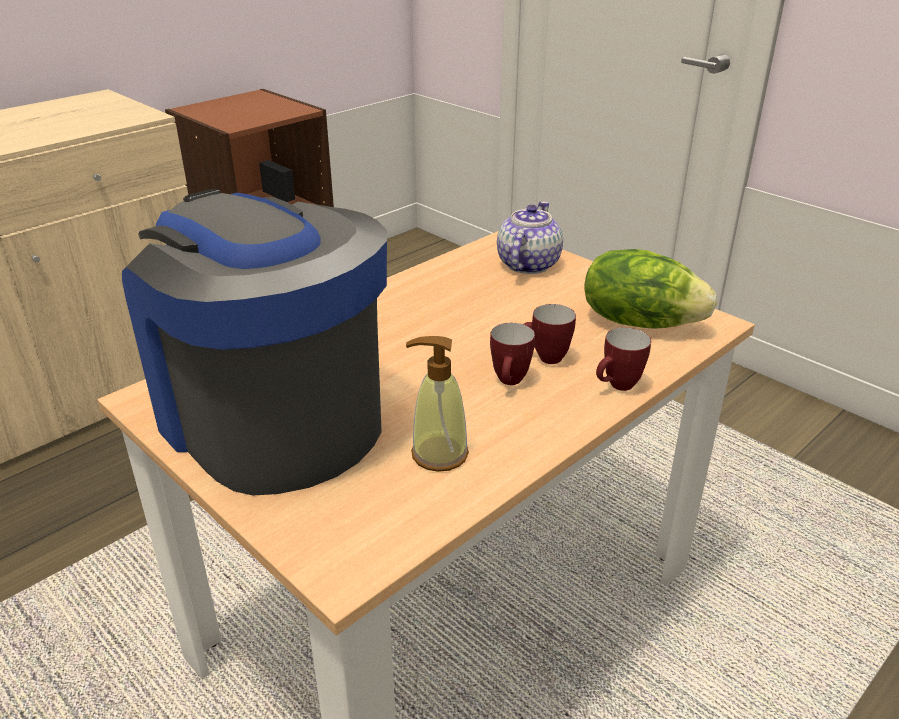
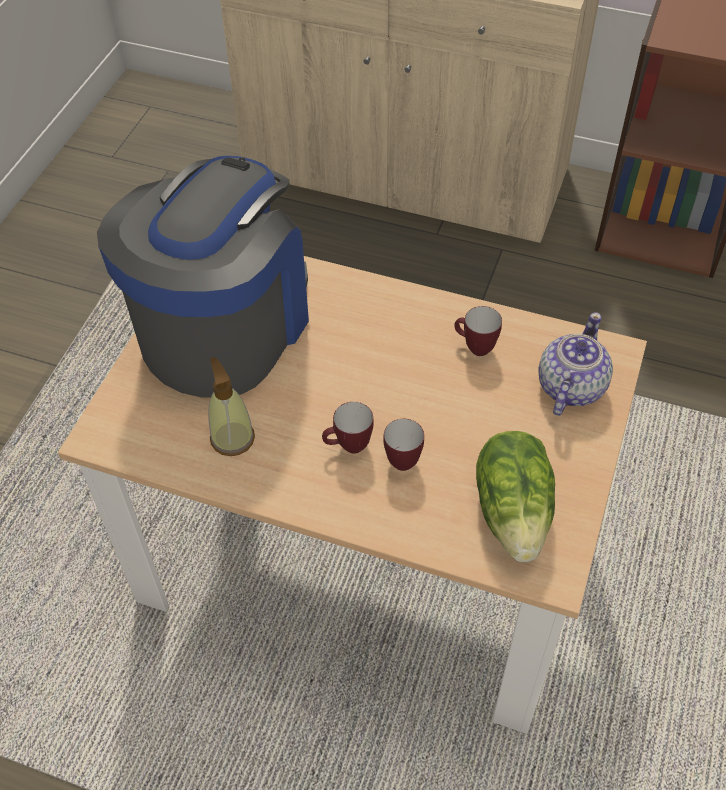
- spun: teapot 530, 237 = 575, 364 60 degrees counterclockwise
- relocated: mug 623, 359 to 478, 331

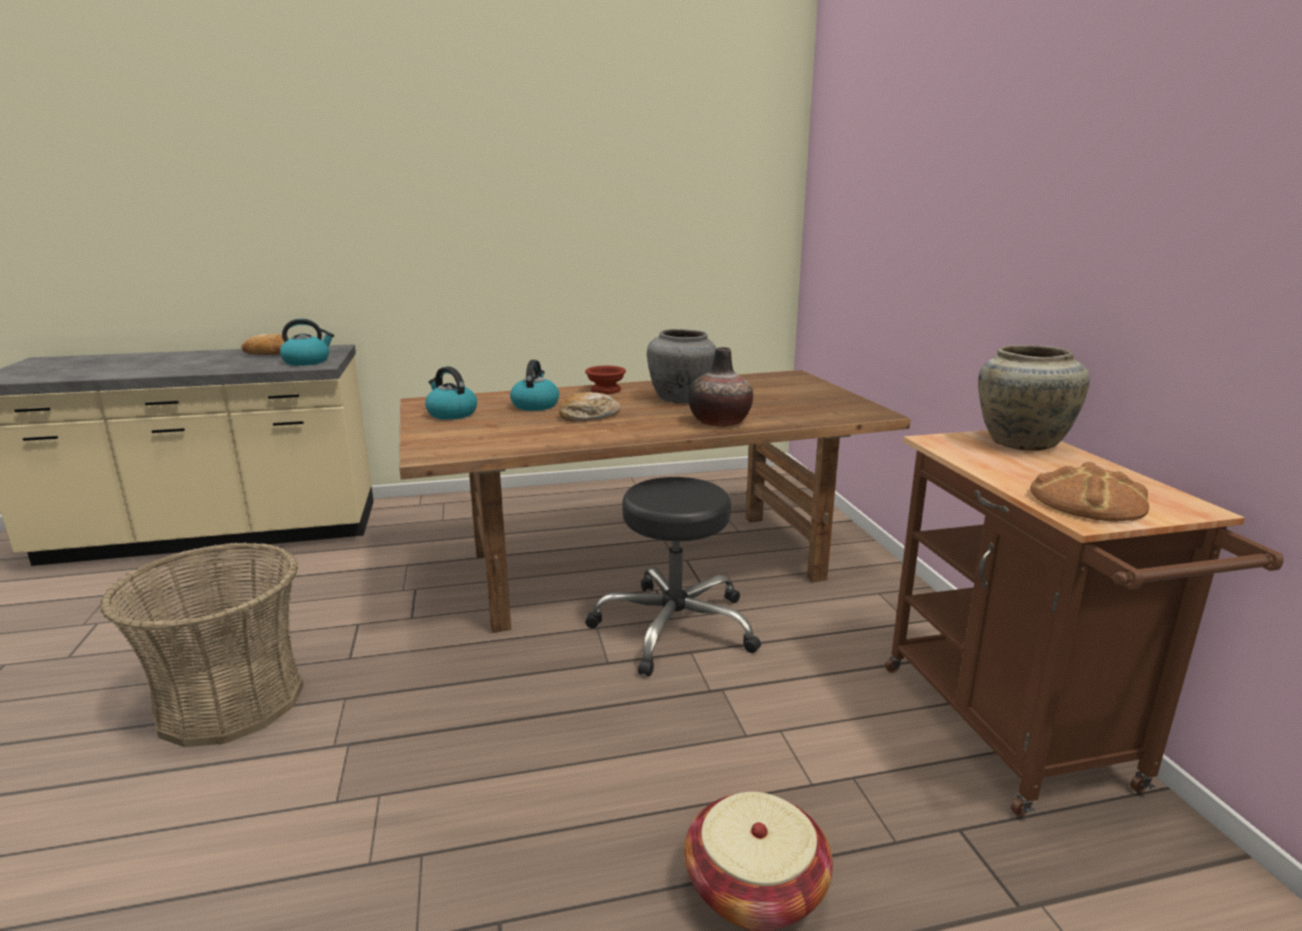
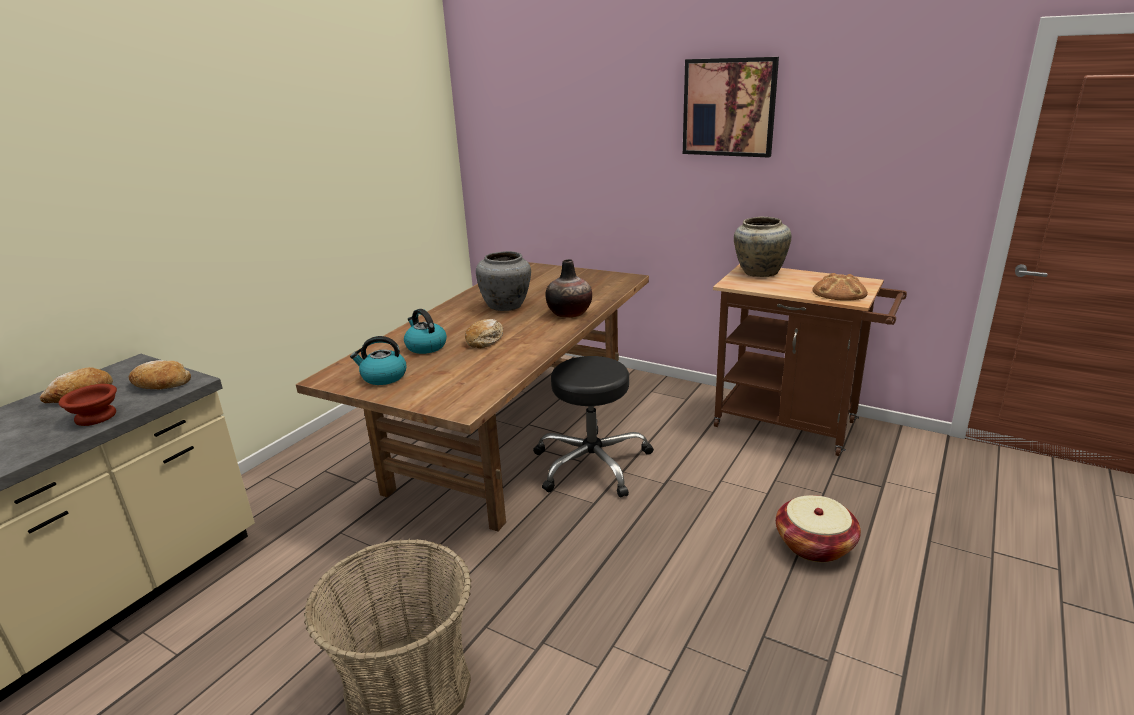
- exchanged: kettle 307, 342 to bakery bread 160, 374
- relocated: brownish serving bowl 605, 380 to 88, 405
- appeared: picture 731, 107

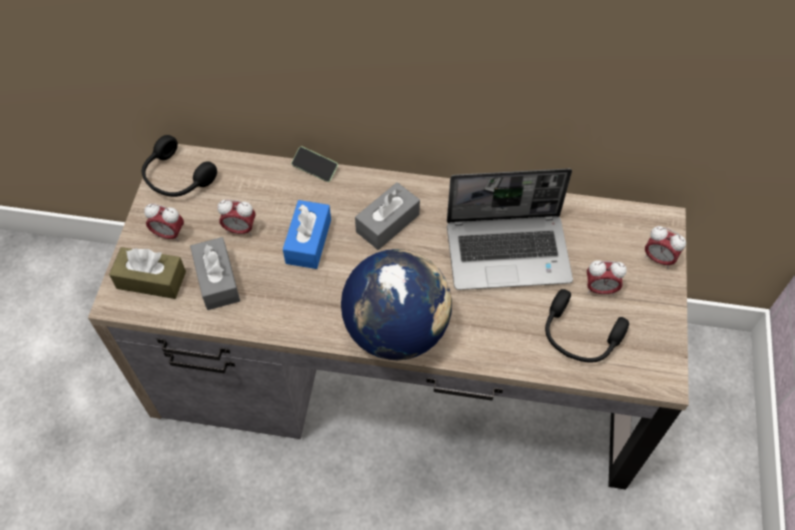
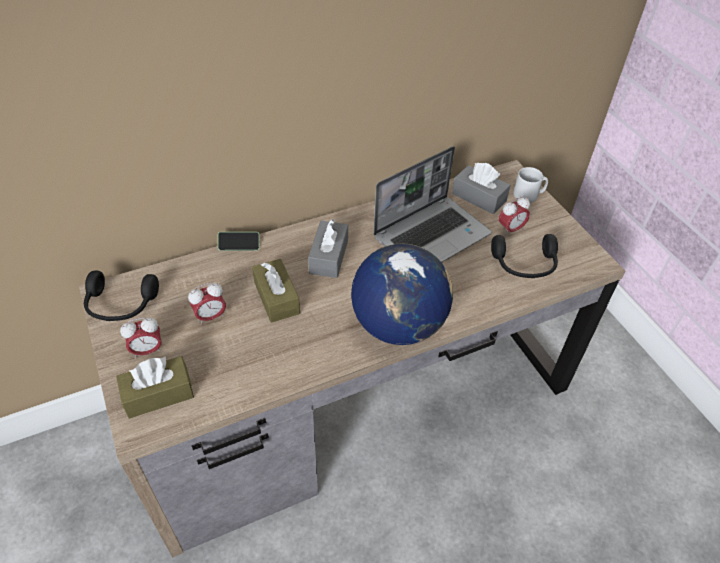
- relocated: greyish tissue box 215, 273 to 481, 188
- colour: blue-coloured tissue box 307, 234 to brownish tissue box 276, 291
- exchanged: alarm clock 665, 247 to greyish mug 531, 185

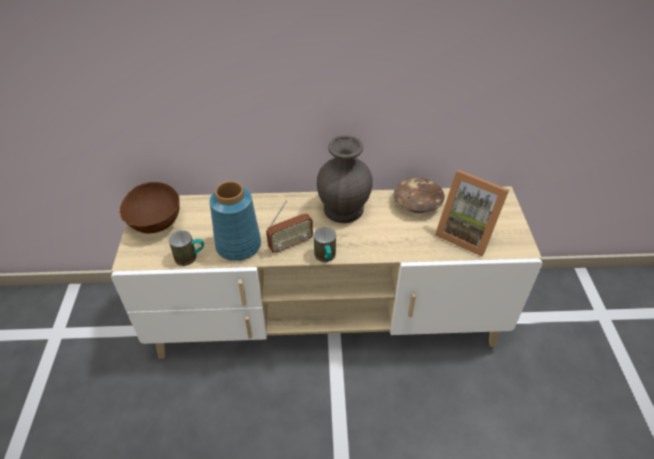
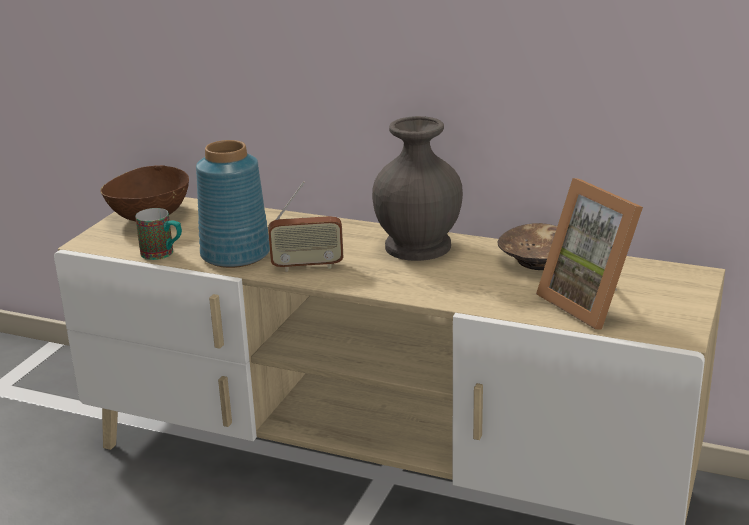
- missing: mug 325, 244

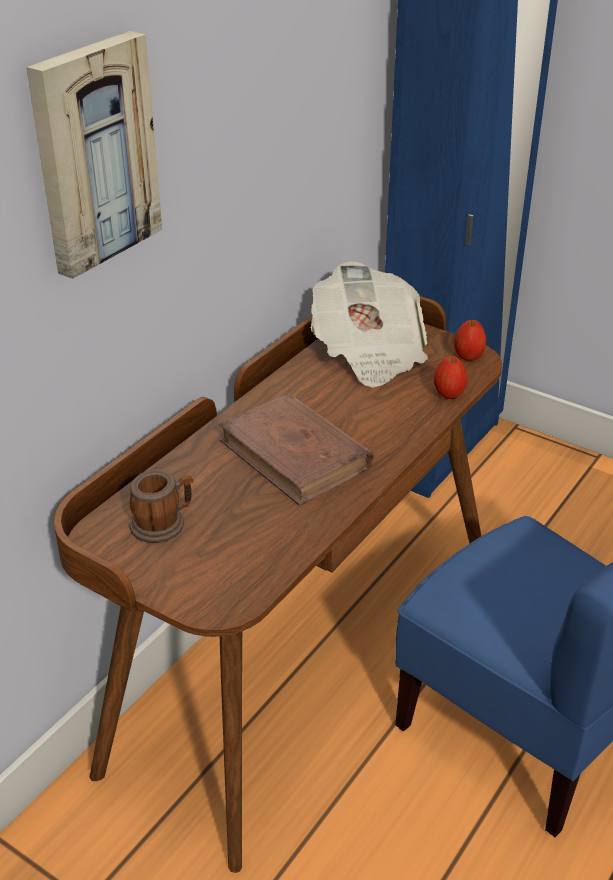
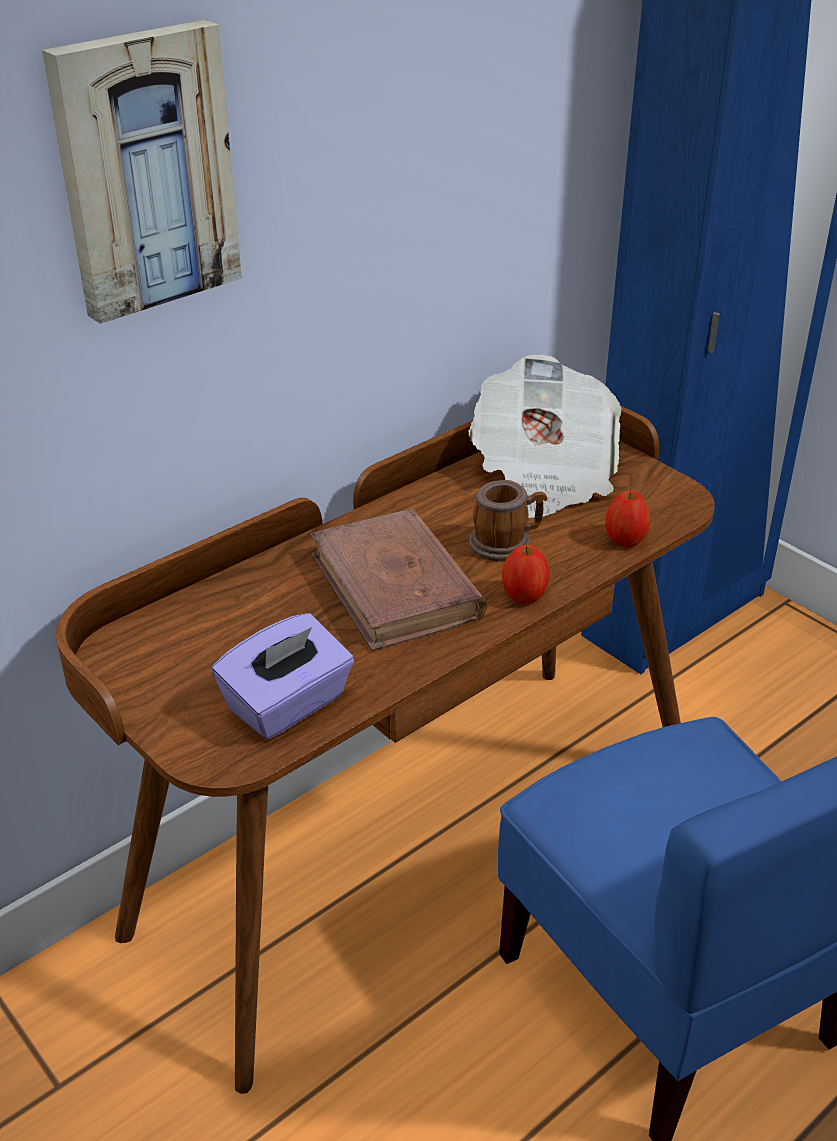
- relocated: mug 161, 506 to 508, 521
- relocated: whole apple 470, 340 to 526, 574
- appeared: purplish tissue box 283, 676

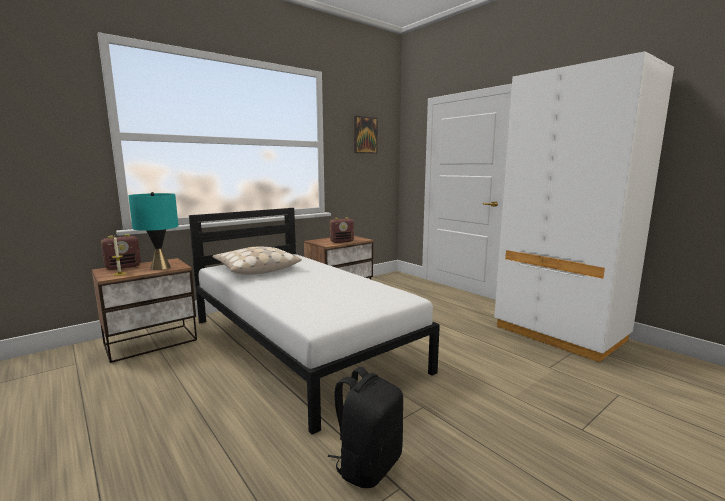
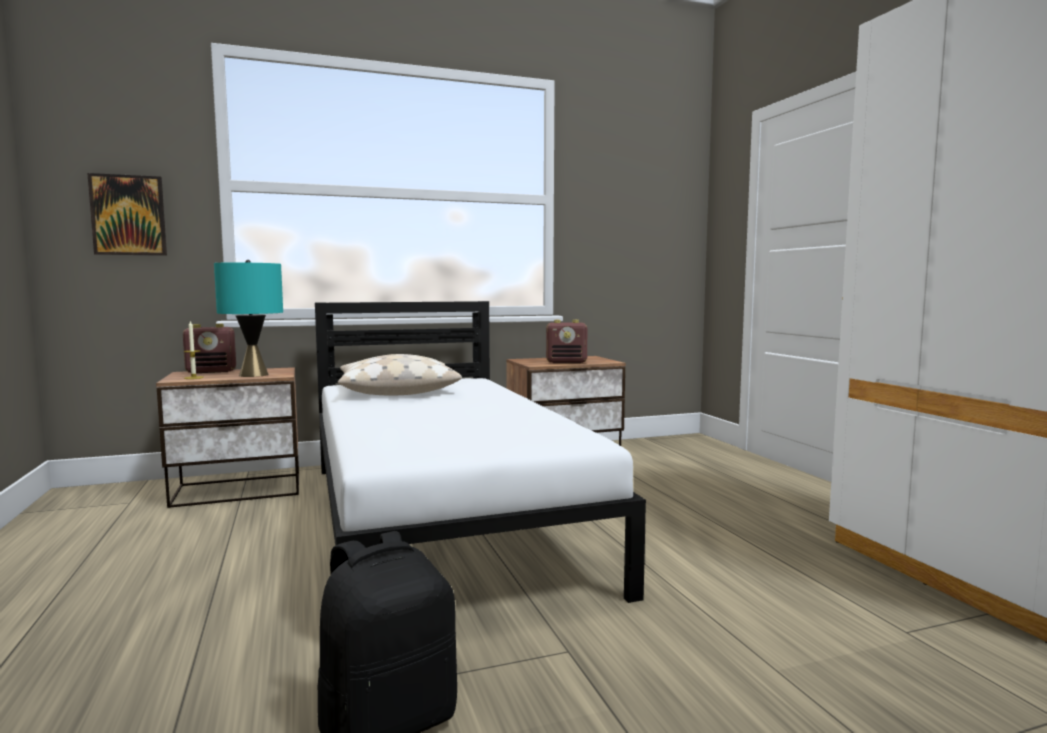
- relocated: picture 366, 135 to 127, 214

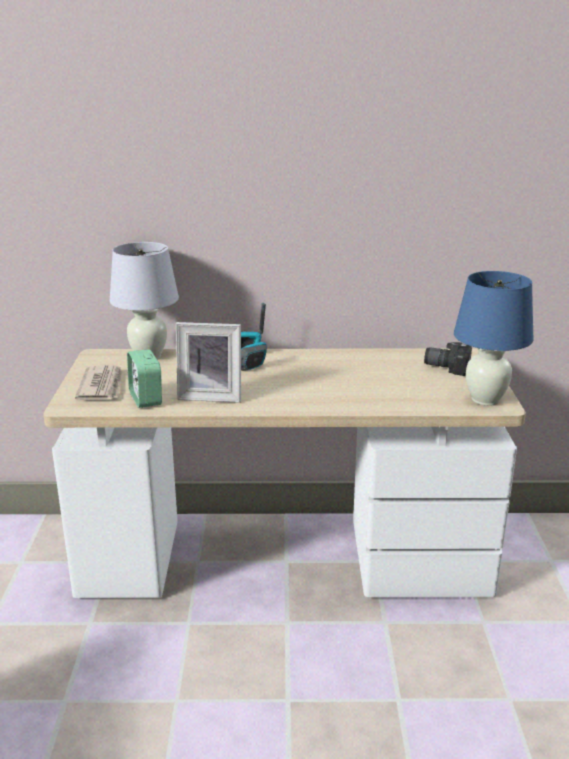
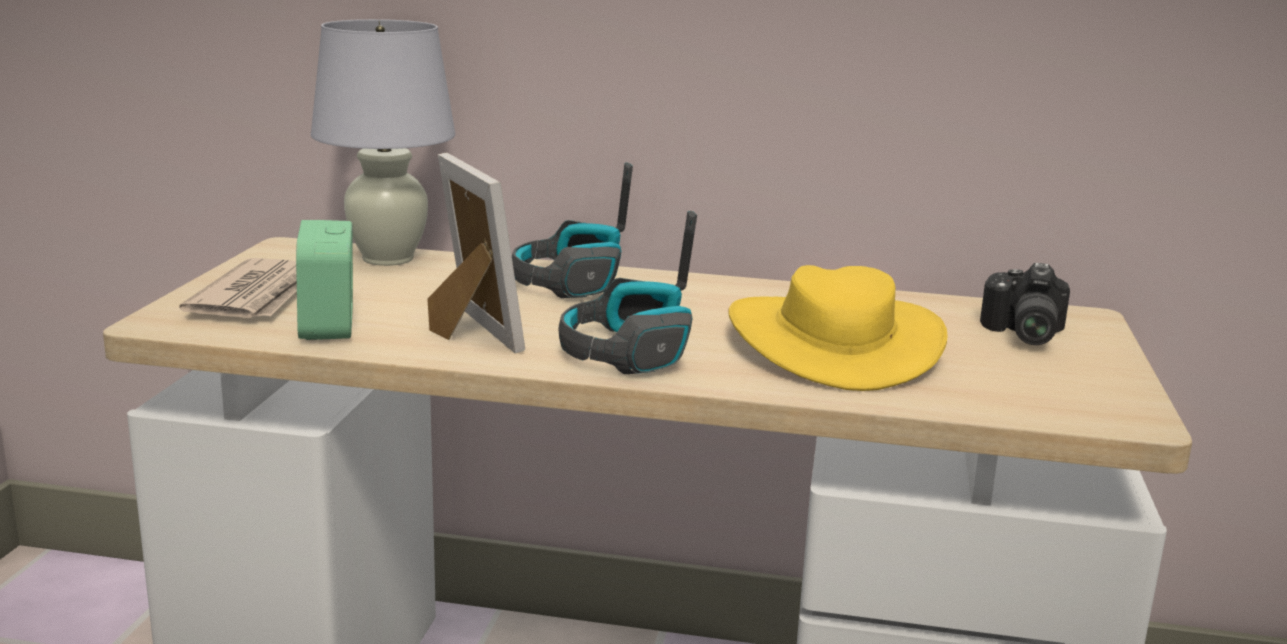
- spun: photo frame 208, 362 = 476, 253 135 degrees counterclockwise
- spun: still camera 448, 359 = 1025, 304 105 degrees counterclockwise
- missing: blue-coloured lamp for a table 494, 338
- appeared: pair of headphones 628, 292
- appeared: yellow wearable hat 837, 328

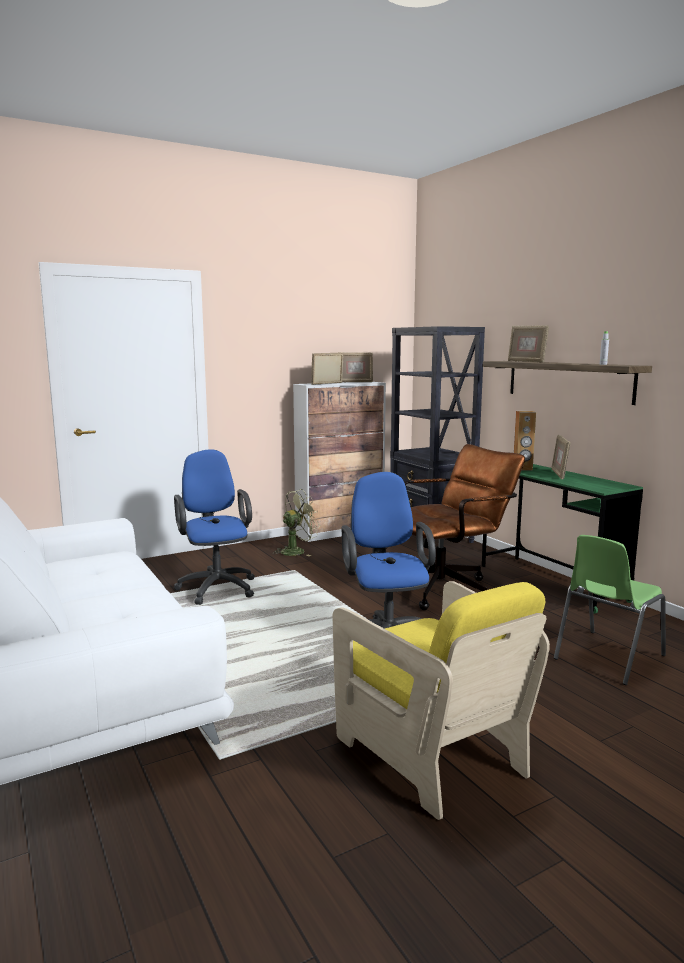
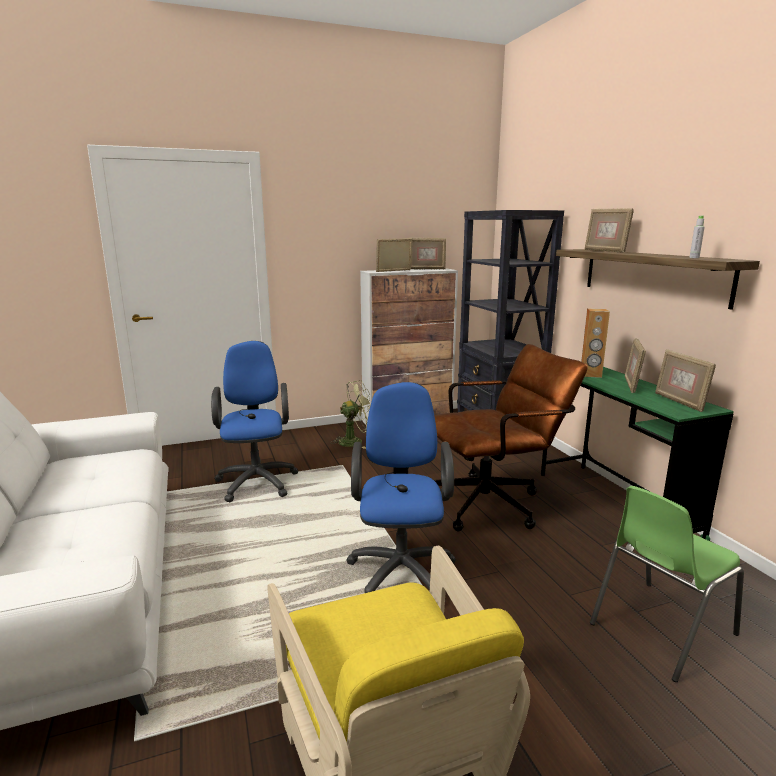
- appeared: photo frame 685, 380

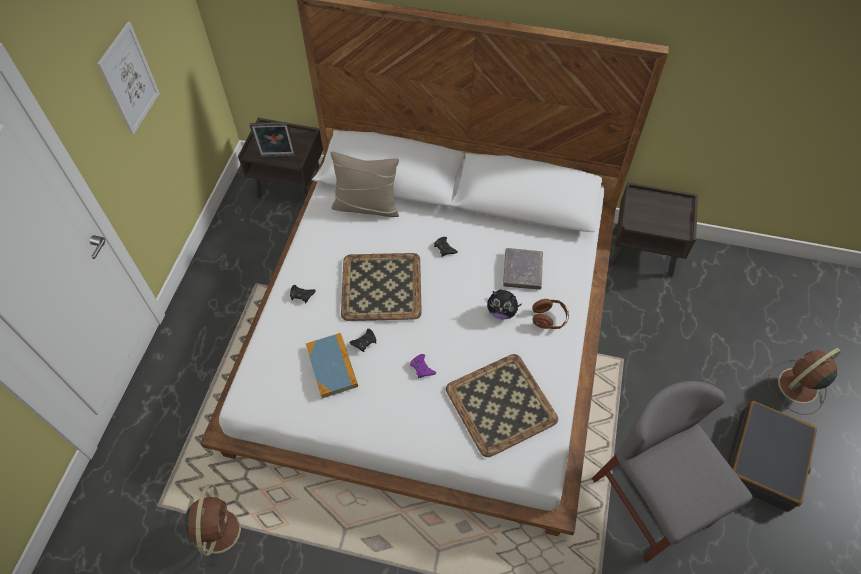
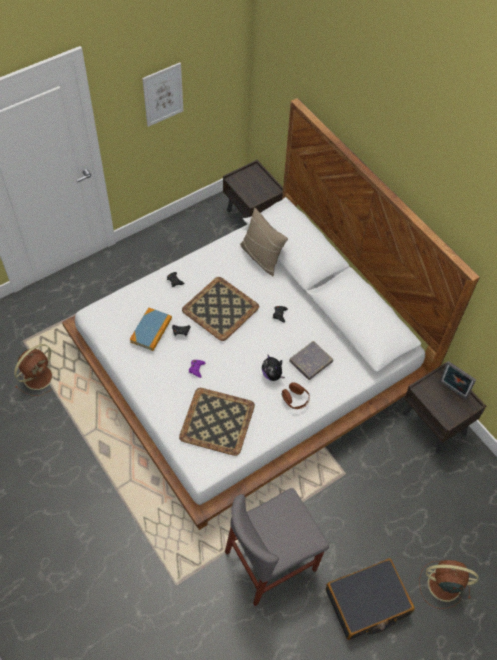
- relocated: photo frame 272, 139 to 457, 380
- spun: greyish plain chair 672, 472 = 277, 547 135 degrees counterclockwise

